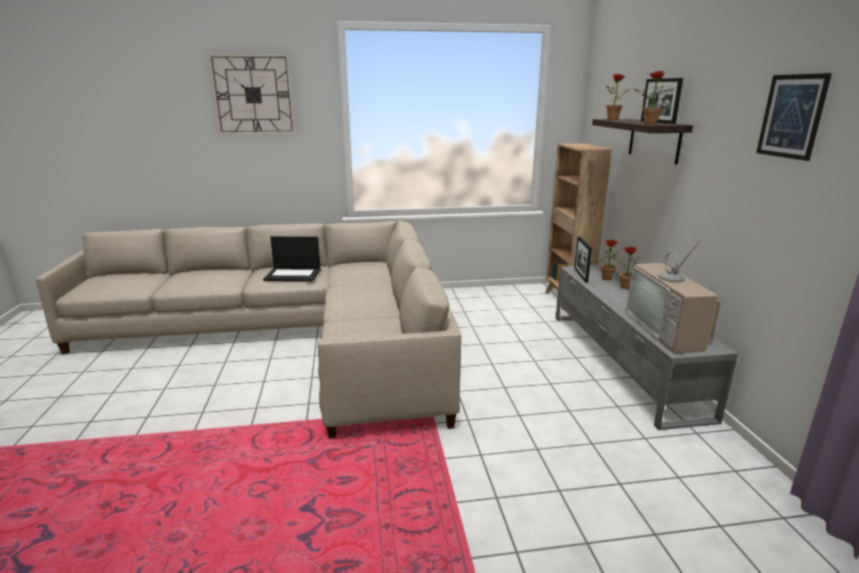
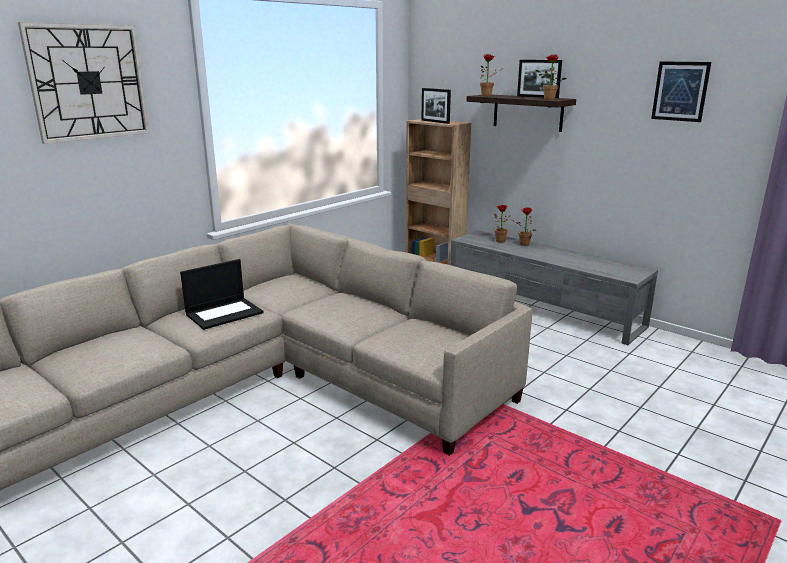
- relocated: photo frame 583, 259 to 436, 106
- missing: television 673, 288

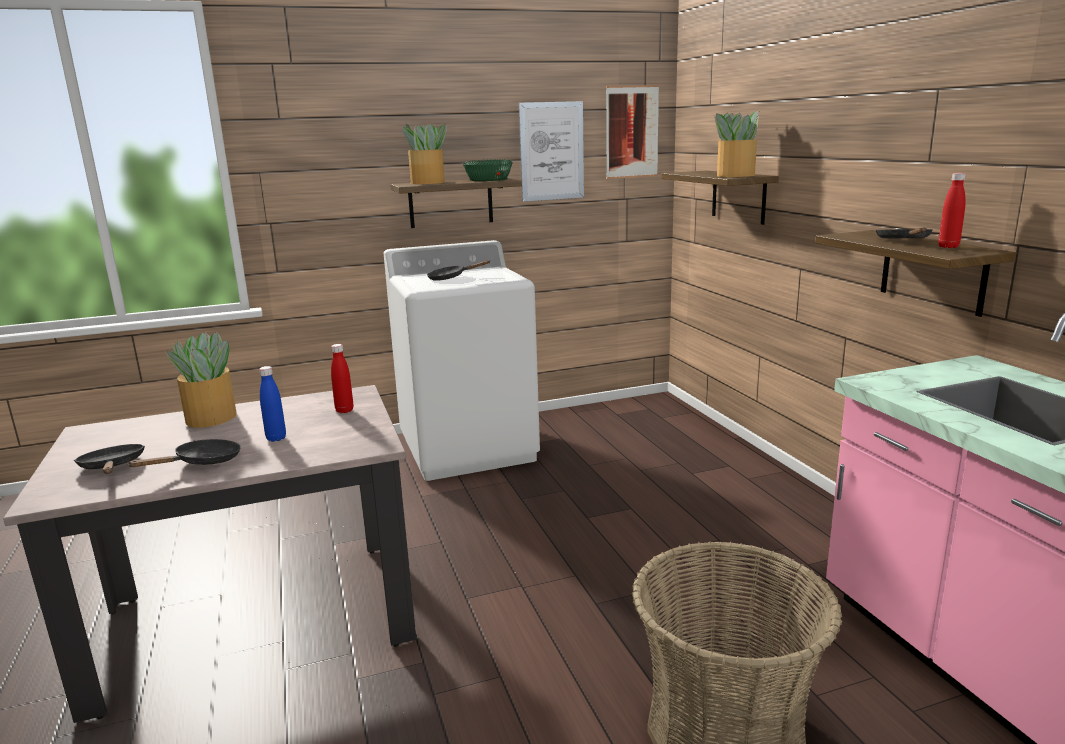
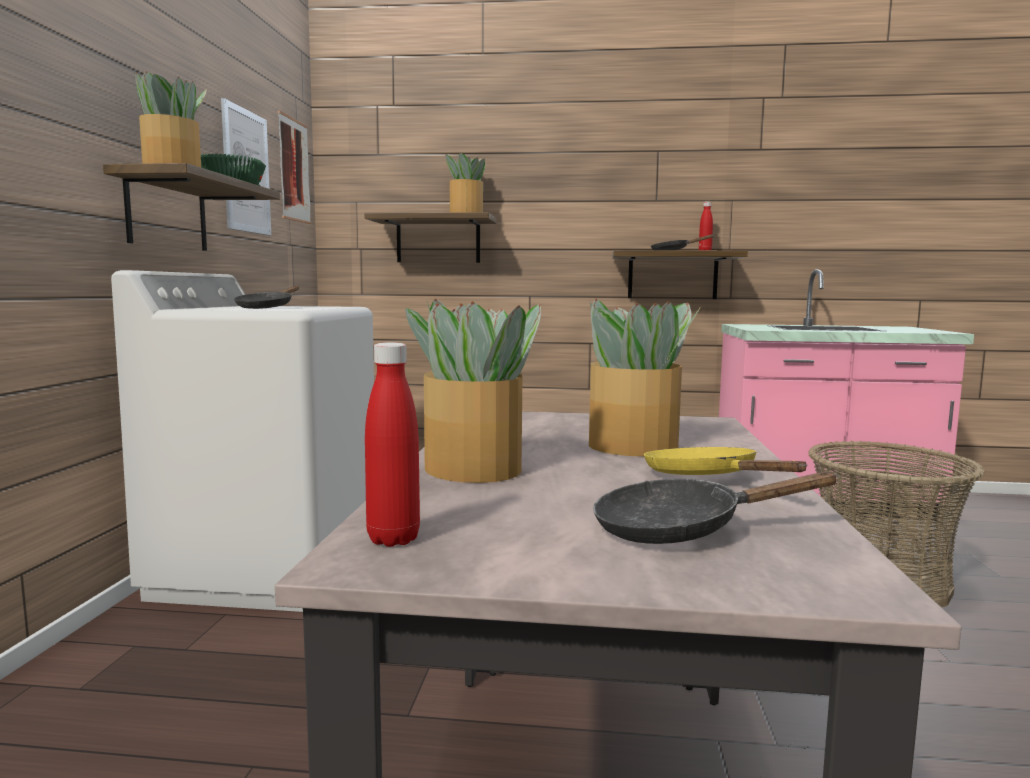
- colour: blackish pan 184, 453 to yellow pan 725, 461
- exchanged: blue-coloured drink bottle 272, 404 to plant in a pot 645, 378
- relocated: red drink bottle 342, 378 to 392, 444

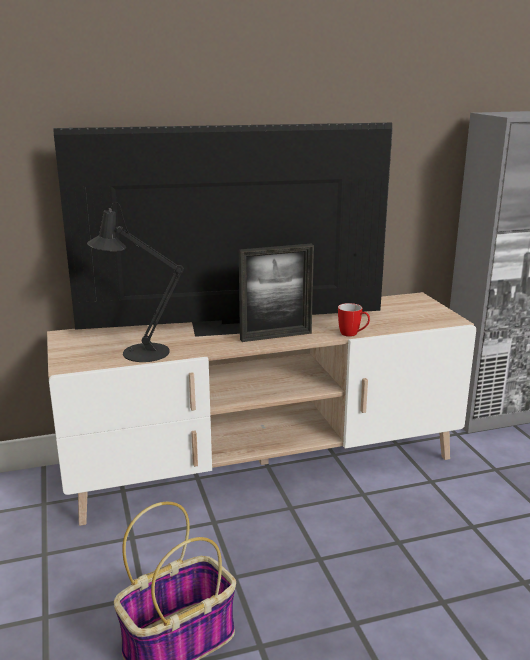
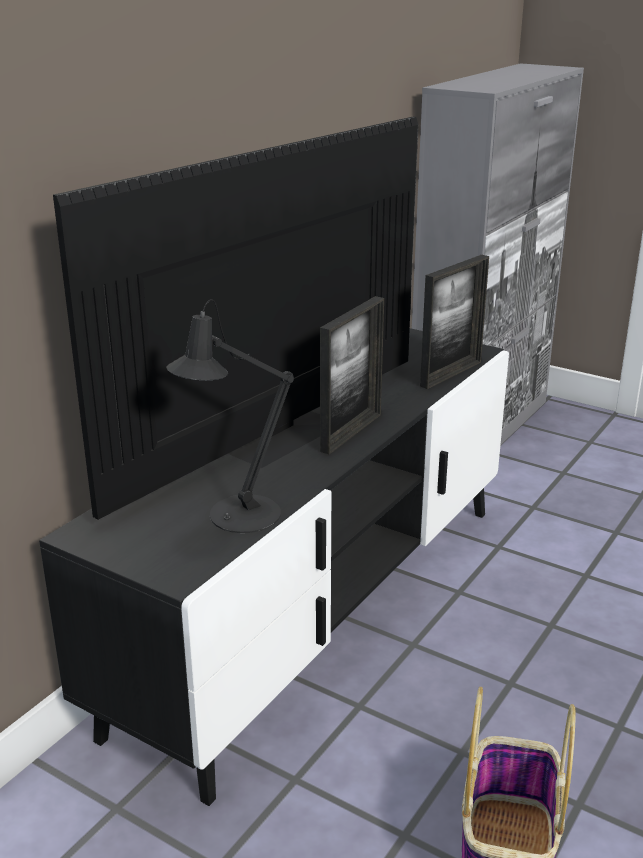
- colour: sand-coloured tv stand 261, 409 to blackish tv stand 274, 567
- missing: mug 354, 320
- appeared: photo frame 454, 322

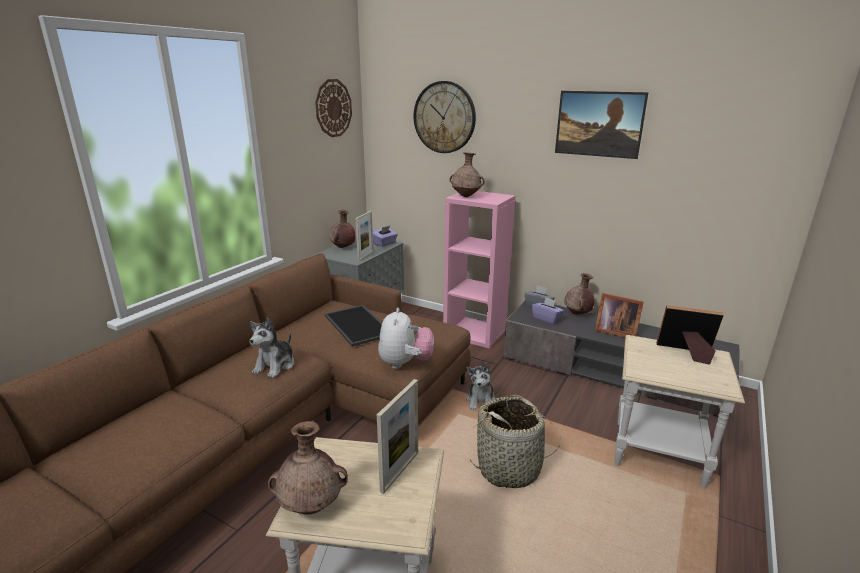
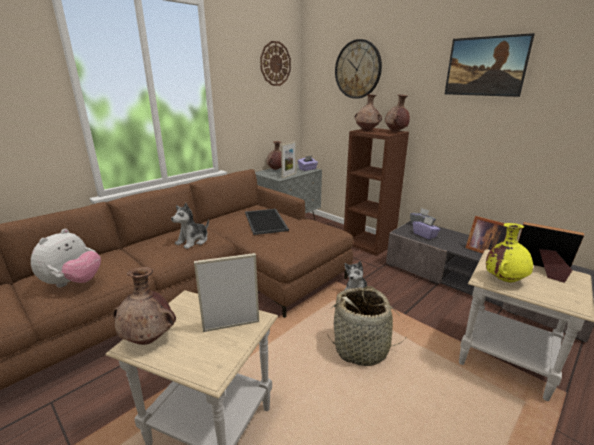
- spun: photo frame 397, 436 = 226, 292 150 degrees counterclockwise
- relocated: soft toy 406, 338 to 66, 258
- colour: pinkish shelving unit 479, 269 to brownish shelving unit 376, 192
- relocated: brownish decorative vase 579, 294 to 397, 113
- appeared: yellow decorative vase 509, 252

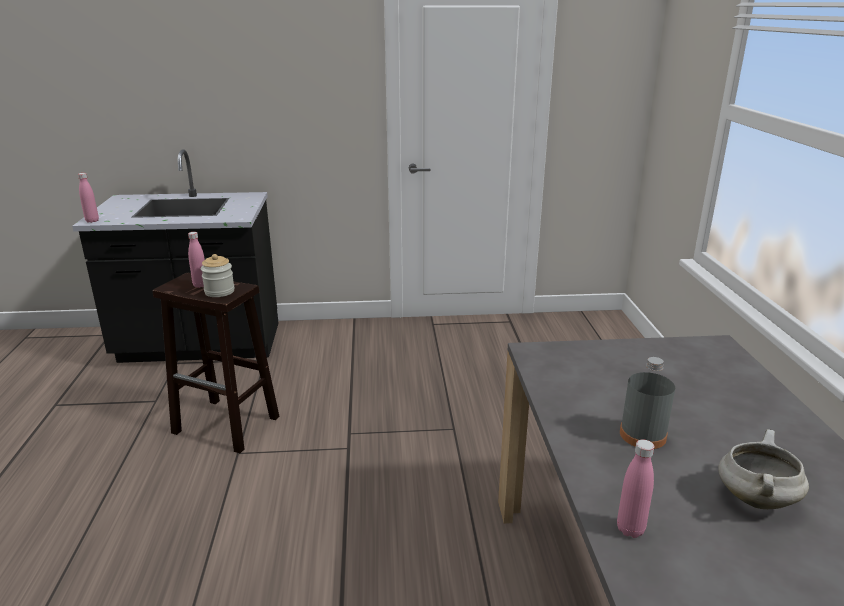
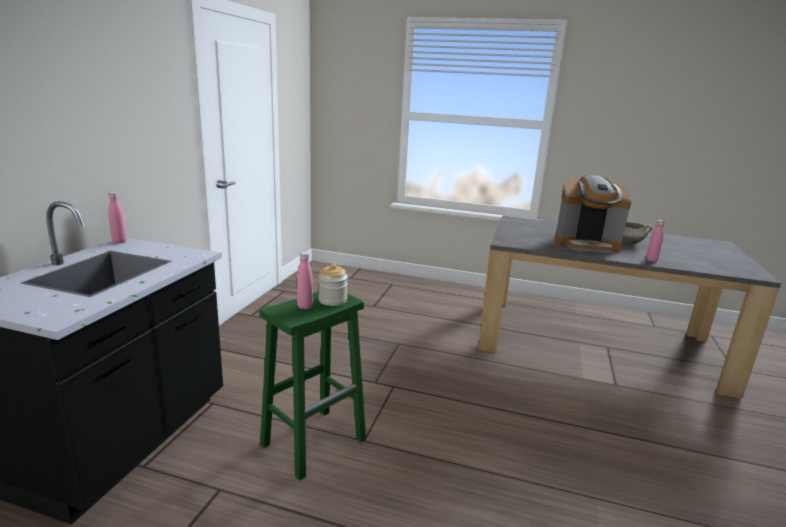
- relocated: pinkish drink bottle 88, 198 to 117, 218
- colour: brownish stool seat 216, 363 to greenish stool seat 313, 385
- exchanged: greyish drink bottle 647, 403 to coffee maker 593, 214

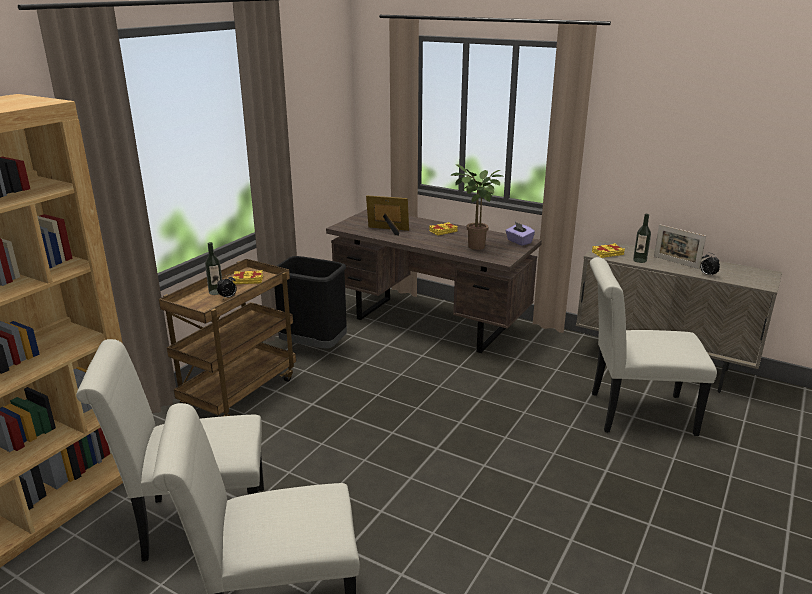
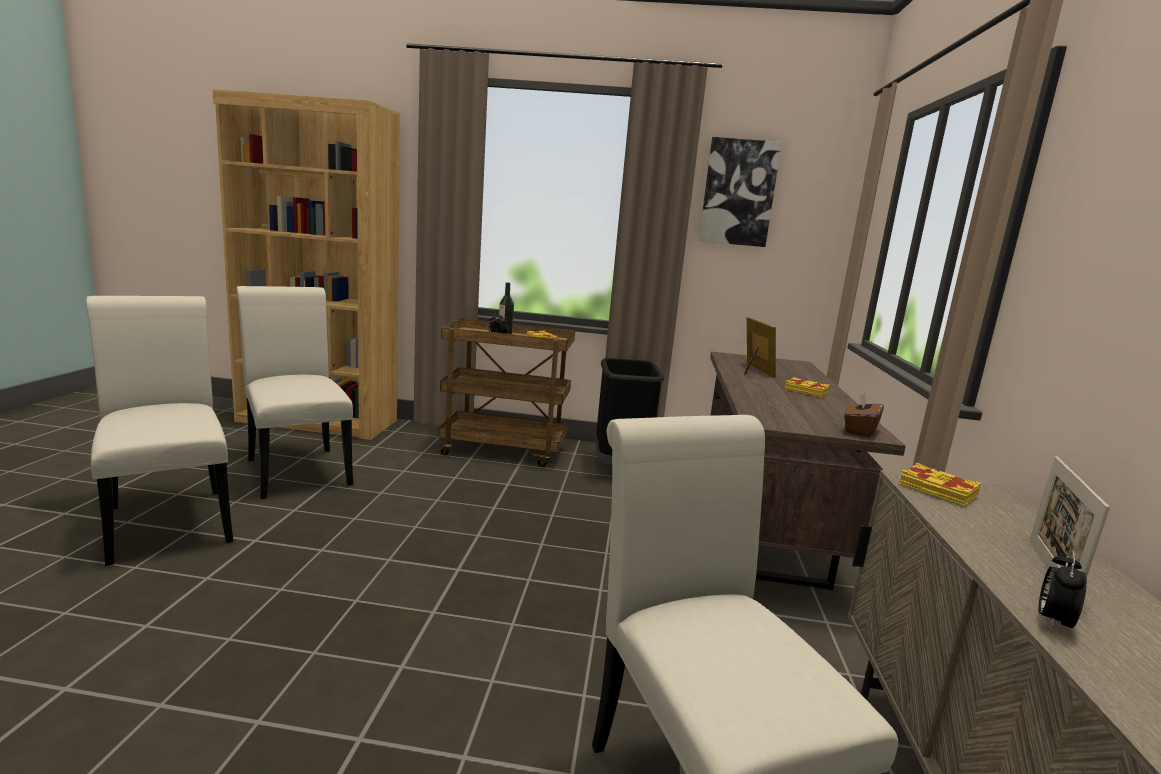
- missing: plant in a pot 477, 207
- colour: purplish tissue box 520, 234 to brownish tissue box 864, 414
- missing: drink bottle 642, 238
- appeared: picture 740, 192

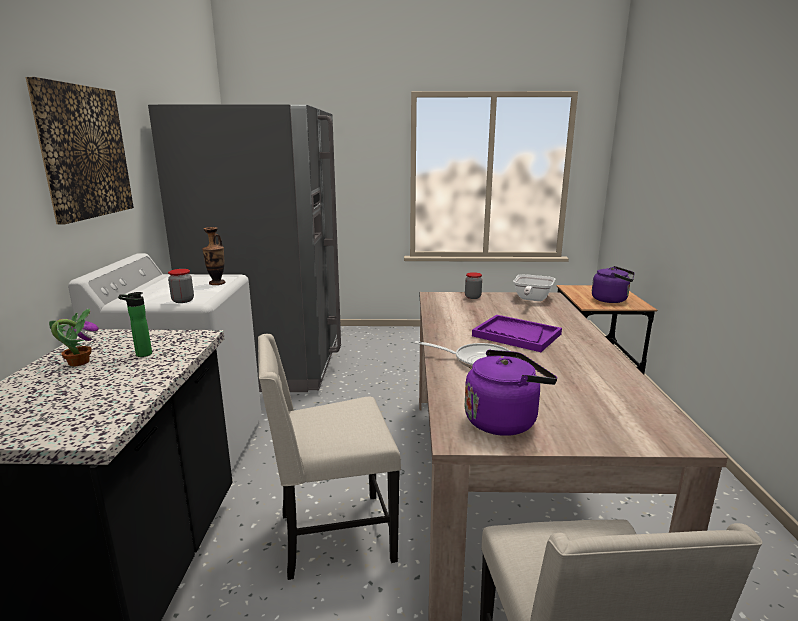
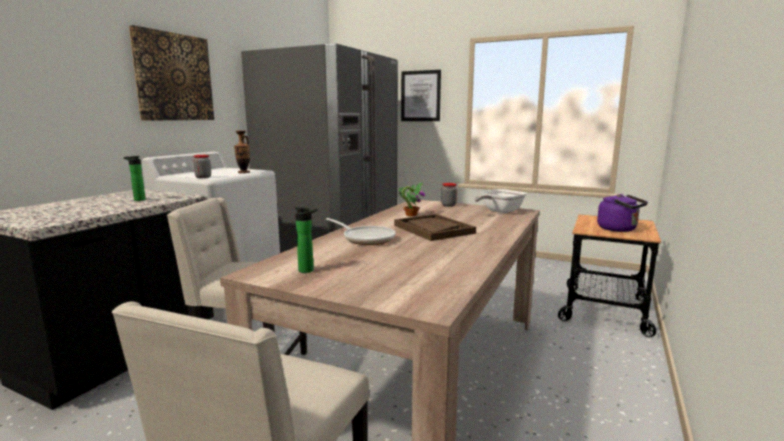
- relocated: plant in a pot 74, 337 to 412, 199
- exchanged: purplish kettle 511, 393 to drink bottle 306, 240
- colour: purplish tray 517, 333 to brownish tray 435, 227
- appeared: picture 421, 95

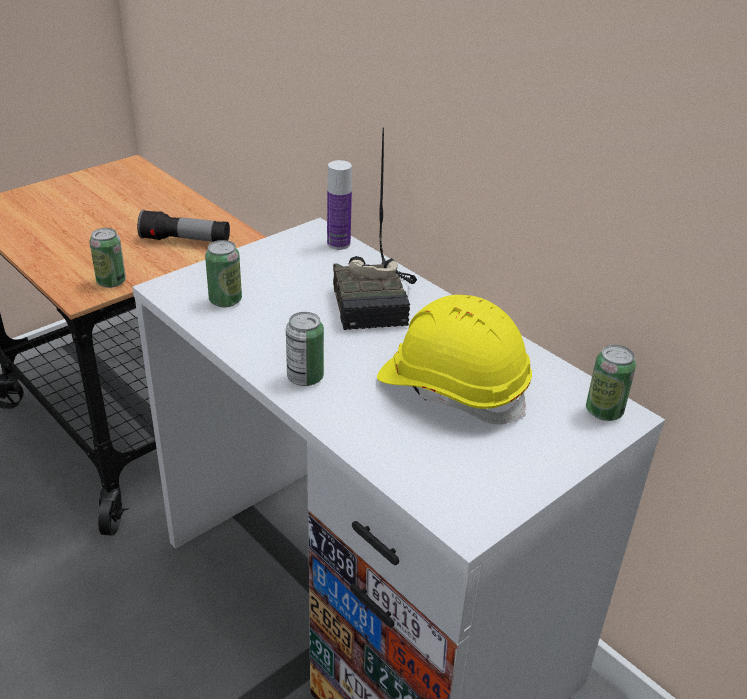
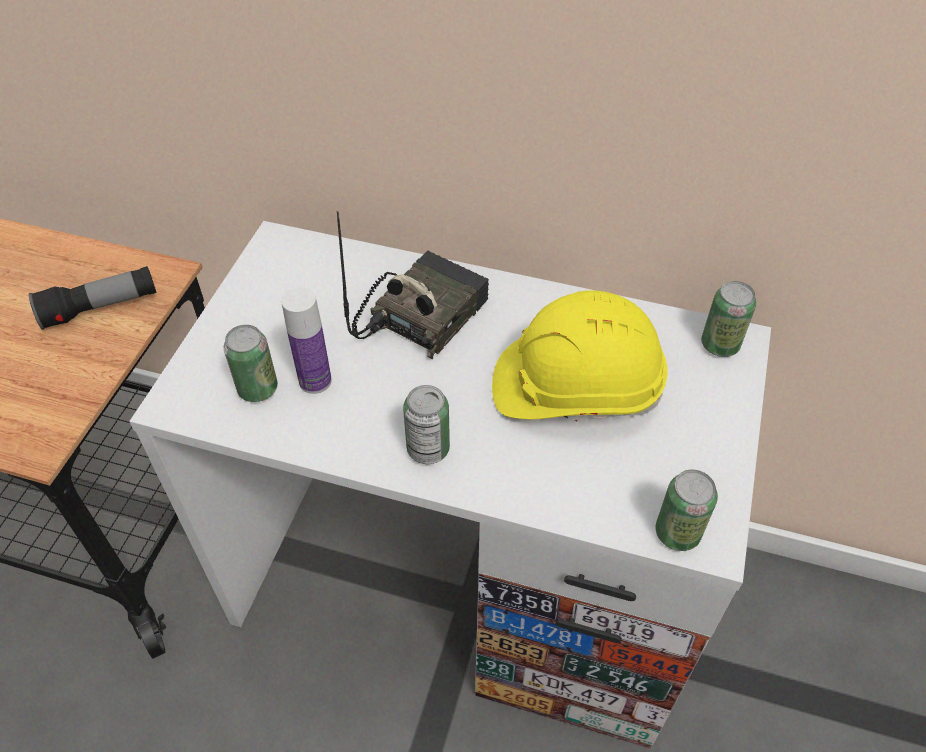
- relocated: sealed can 107, 258 to 687, 510
- relocated: drink bottle 339, 205 to 306, 340
- spun: radio 375, 228 = 413, 285 105 degrees counterclockwise

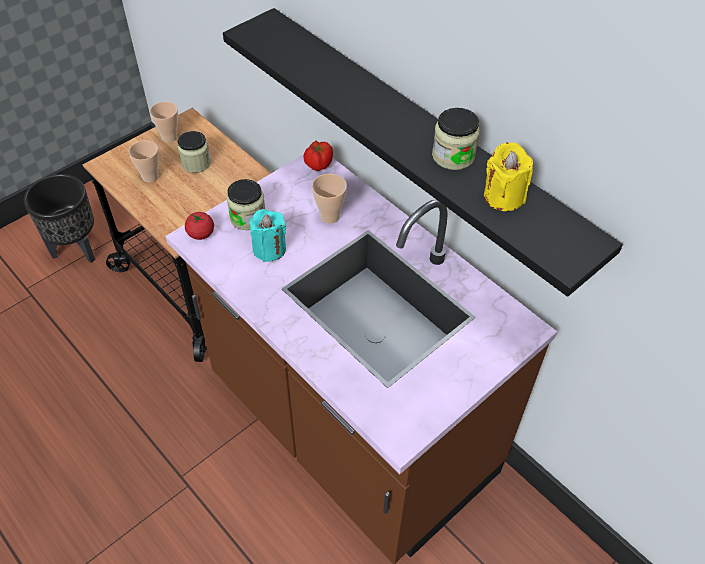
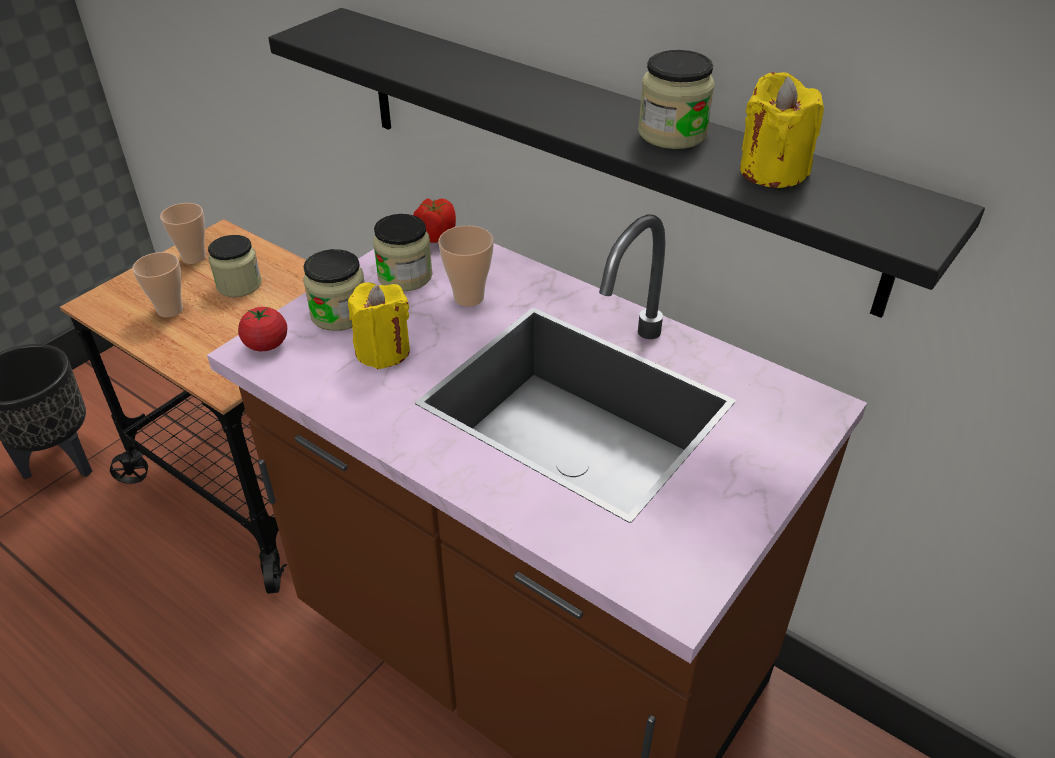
- colour: turquoise-coloured candle 267, 235 to yellow candle 379, 325
- appeared: jar 403, 253

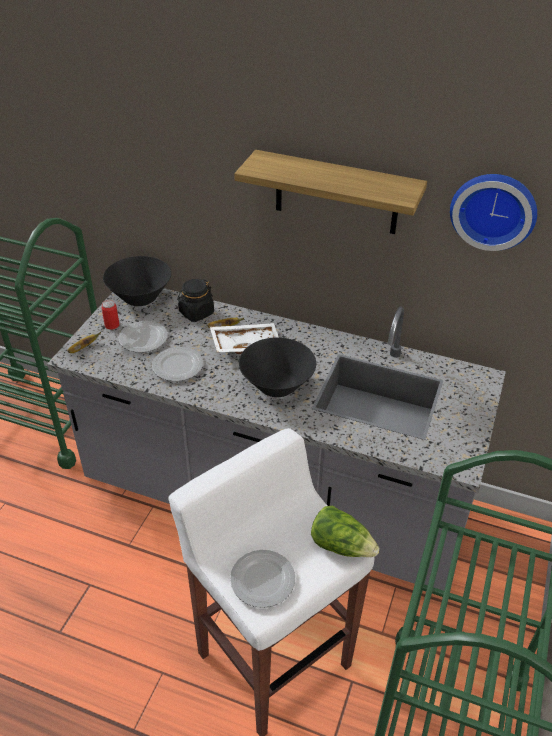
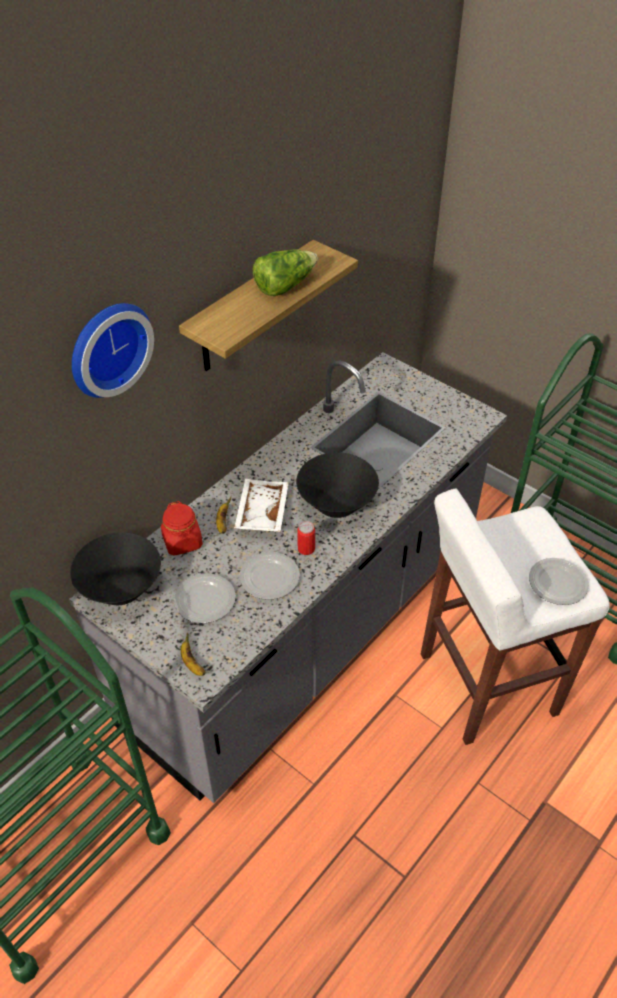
- relocated: sealed can 110, 315 to 306, 538
- colour: blackish jar 195, 300 to red jar 182, 528
- relocated: lettuce head 345, 531 to 285, 272
- relocated: wall clock 493, 212 to 113, 350

